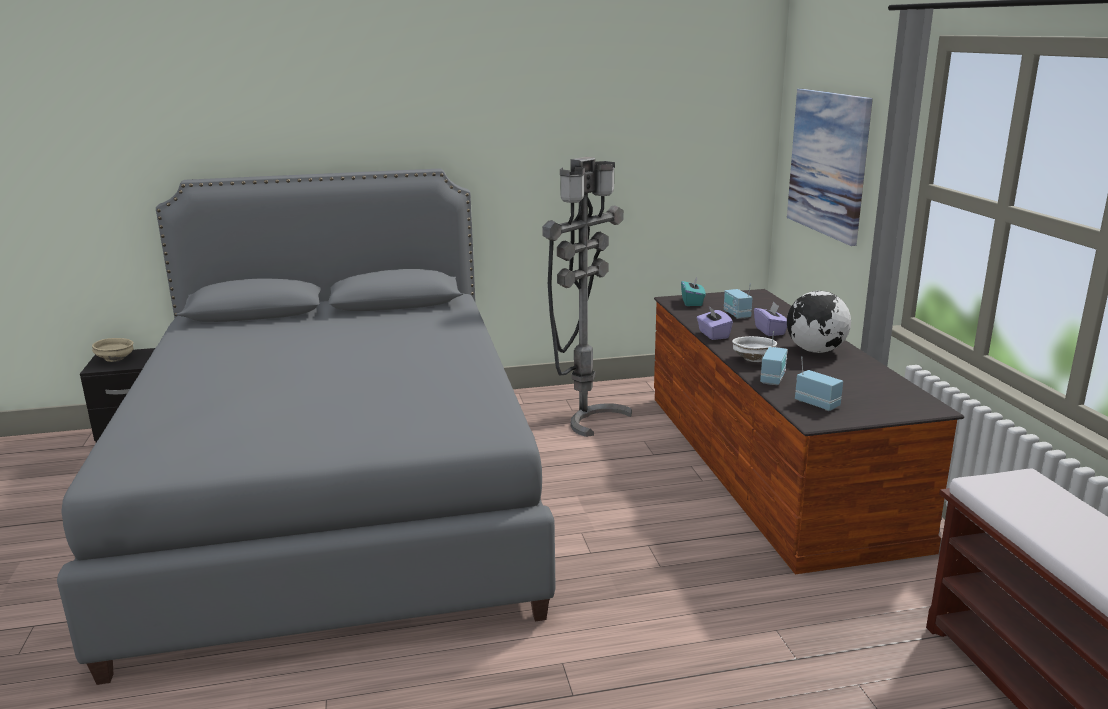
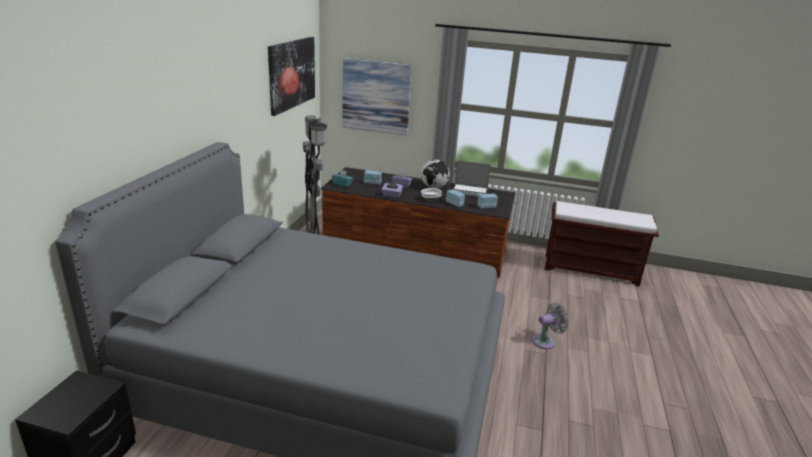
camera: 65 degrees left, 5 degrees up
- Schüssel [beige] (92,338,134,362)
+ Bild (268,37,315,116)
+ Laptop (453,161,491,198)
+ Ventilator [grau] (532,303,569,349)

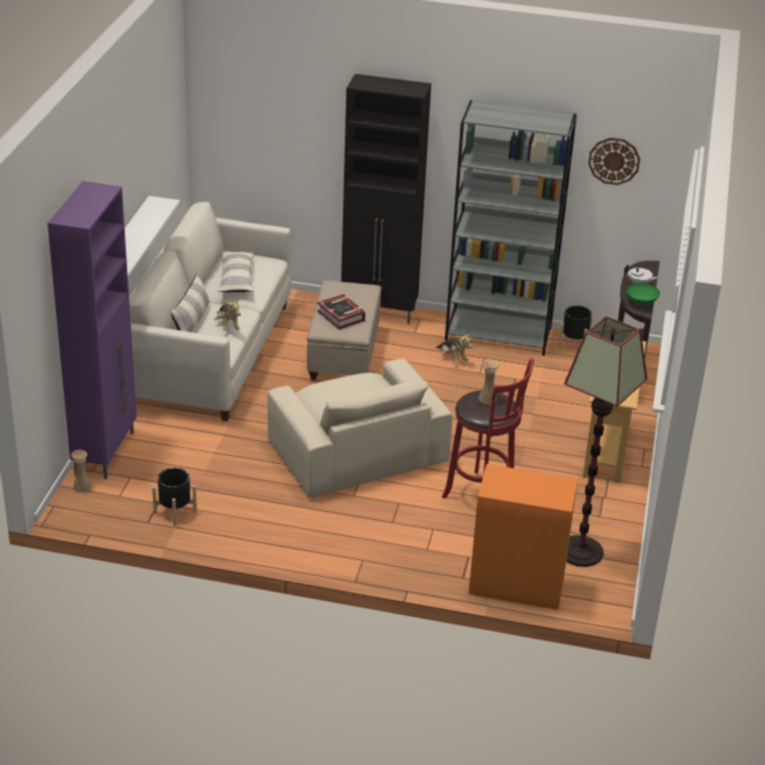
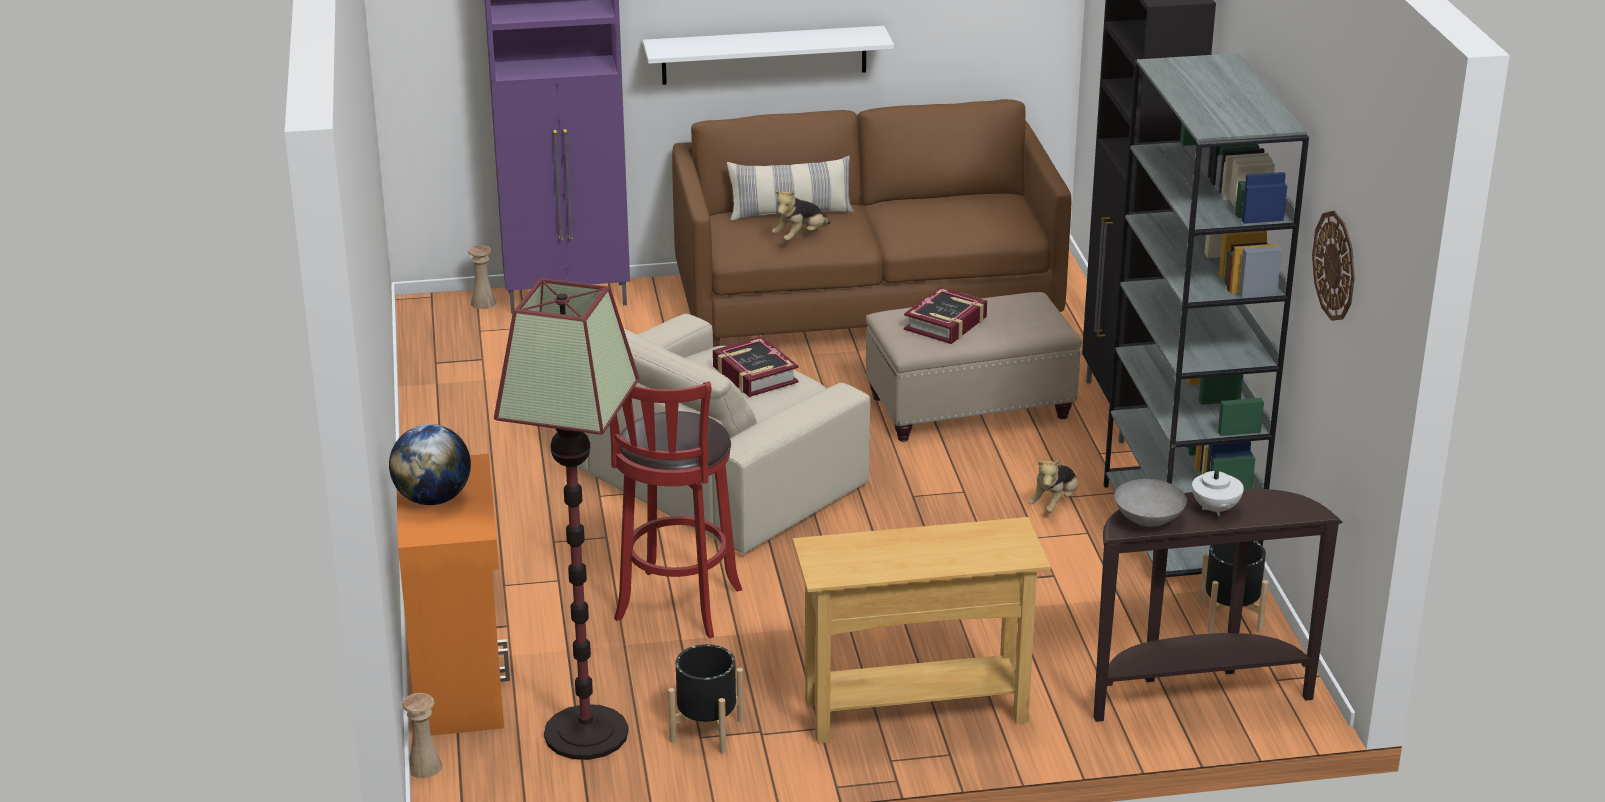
camera: 70 degrees right, 5 degrees down
- Kissen (217,252,254,292)
+ Globus (389,424,471,505)
+ Buch (713,336,798,397)
~ Pflanzkübel [schwarz] (152,468,197,526) to (668,644,744,753)
~ Vase [beige] (479,359,499,404) to (402,693,442,778)
~ Sofa [weiß] (129,202,291,421) to Sofa [braun] (672,99,1072,347)
~ Schüssel [grün] (626,283,660,305) to Schüssel [grau] (1114,479,1187,527)

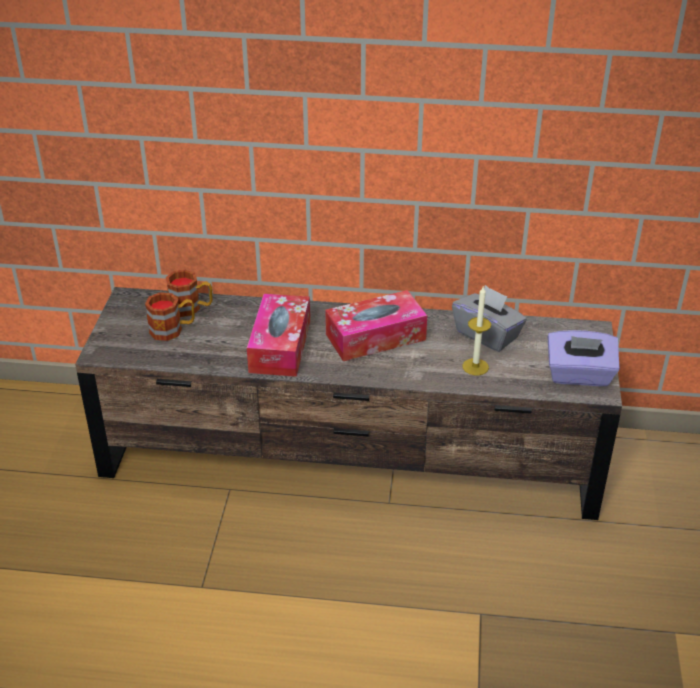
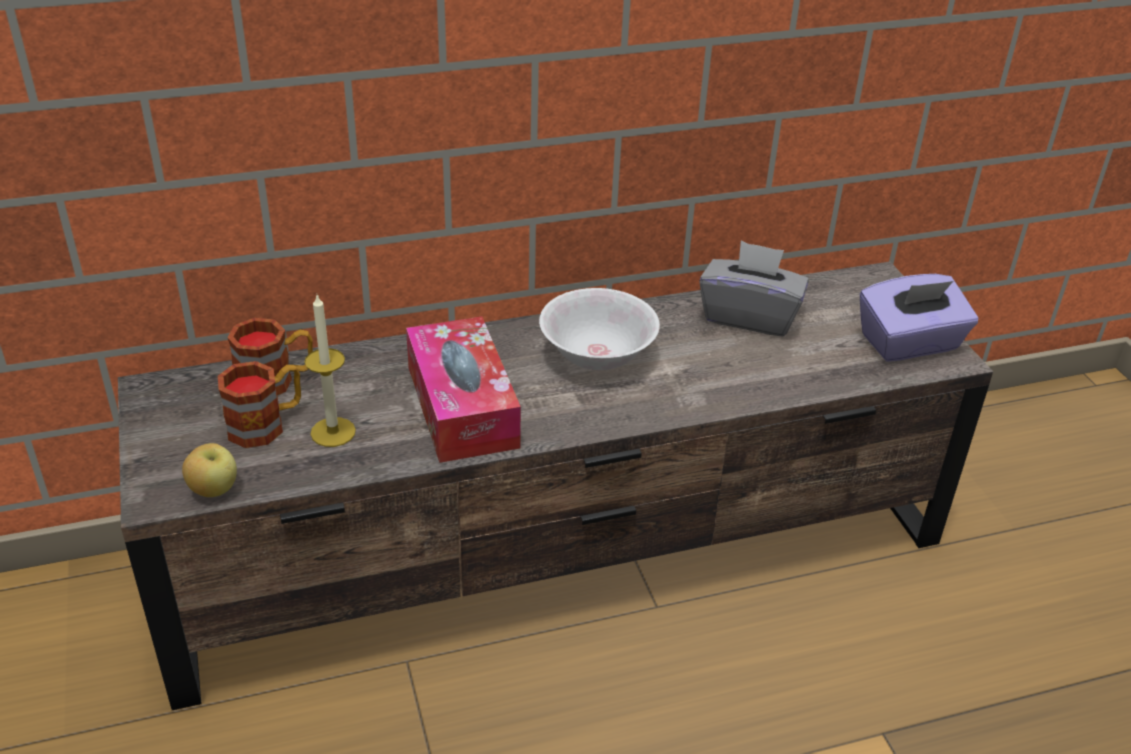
camera: 25 degrees left, 0 degrees up
+ Apfel (182,443,237,497)
~ Kerze (462,287,491,375) to (305,295,356,447)
~ Taschentuchbox (325,290,427,361) to Schüssel [weiß] (539,288,660,370)

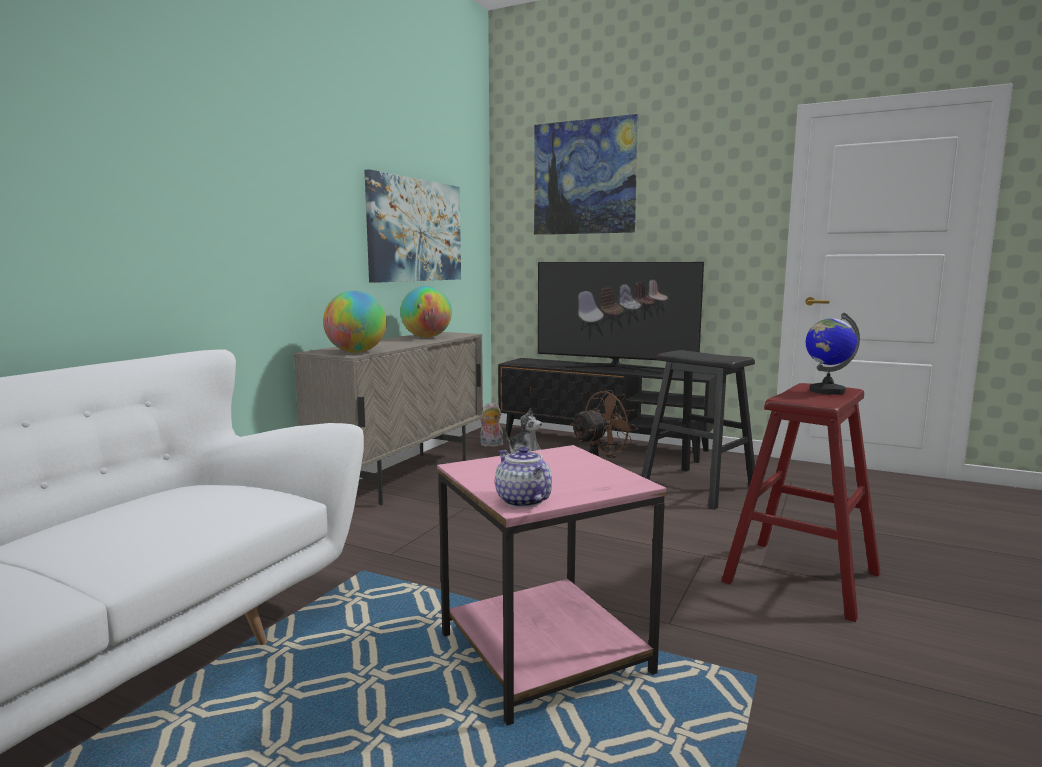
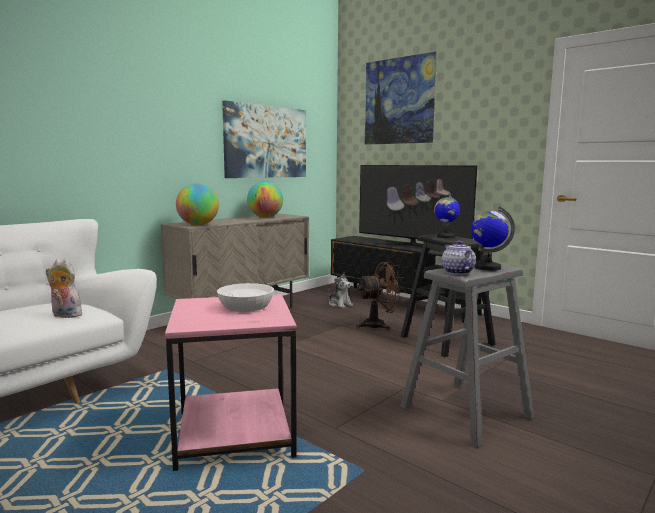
camera: 15 degrees right, 0 degrees up
+ Schüssel [weiß] (217,283,274,312)
+ Globus (434,194,460,238)
~ Plüschtier (480,402,503,447) to (46,259,82,318)
~ Teekanne (495,446,552,508) to (442,240,476,275)
~ Hocker [rot] (721,383,880,622) to Hocker [grau] (400,261,534,448)

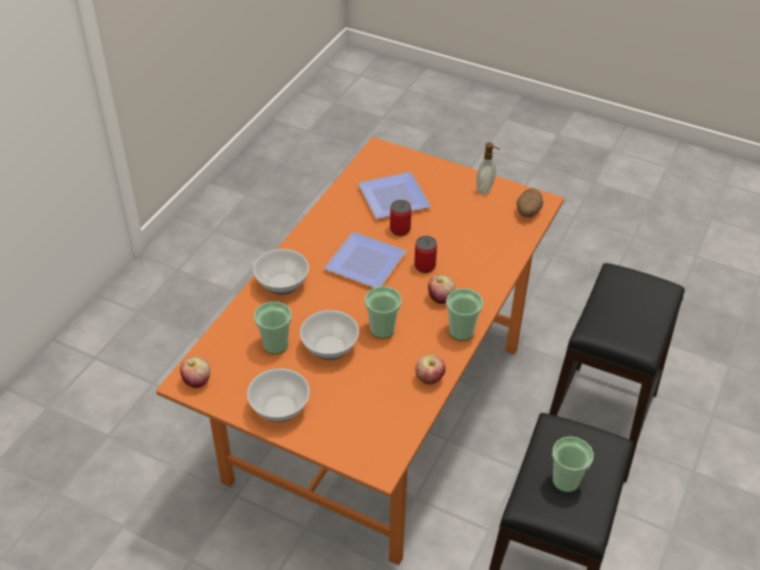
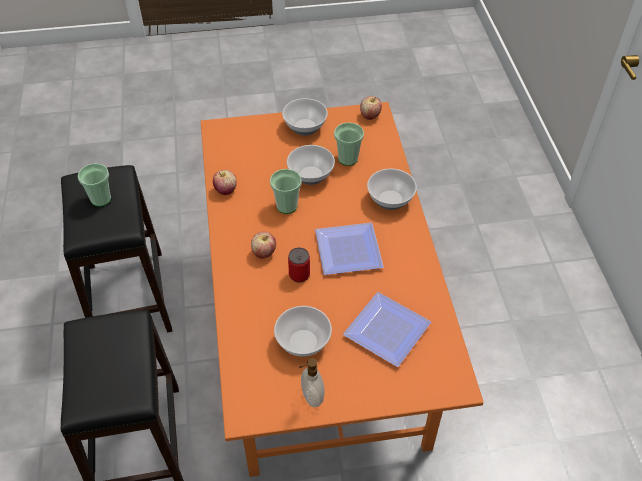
camera: 145 degrees right, 5 degrees up
- Dose (390,200,411,236)
- Tasse (446,289,483,341)
- Kartoffel (516,188,543,218)
+ Schüssel (274,306,332,357)

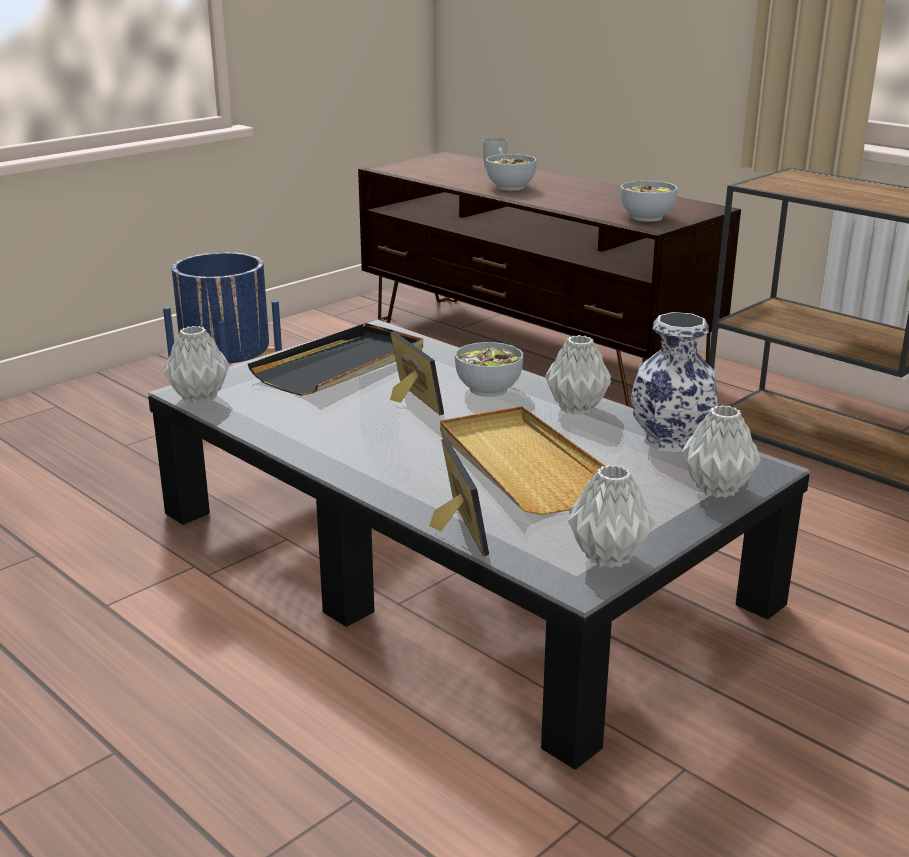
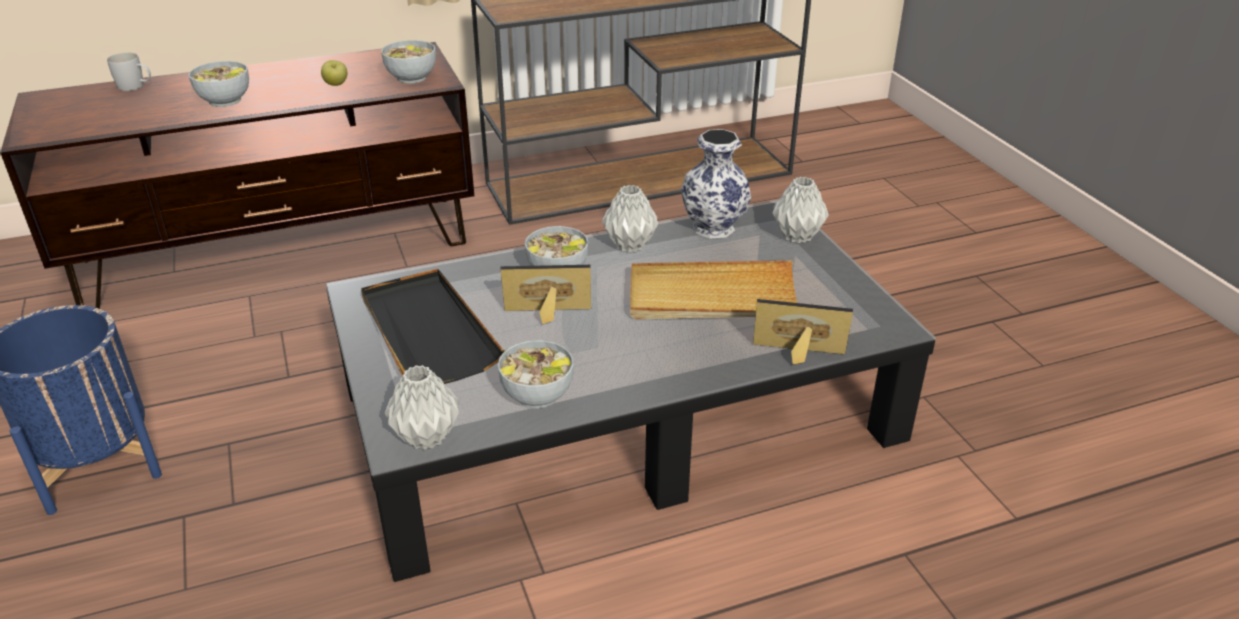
camera: 65 degrees left, 10 degrees up
- Vase [grau] (568,465,655,568)
+ Apfel (321,60,347,86)
+ Schüssel (498,340,574,409)

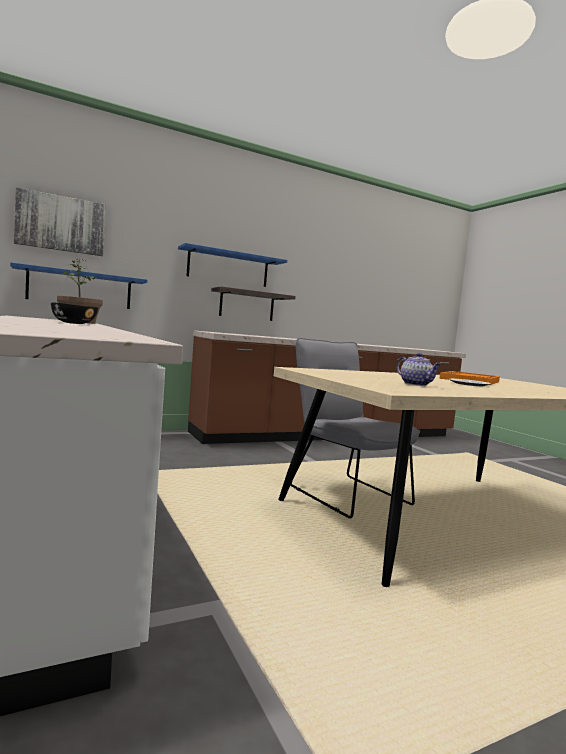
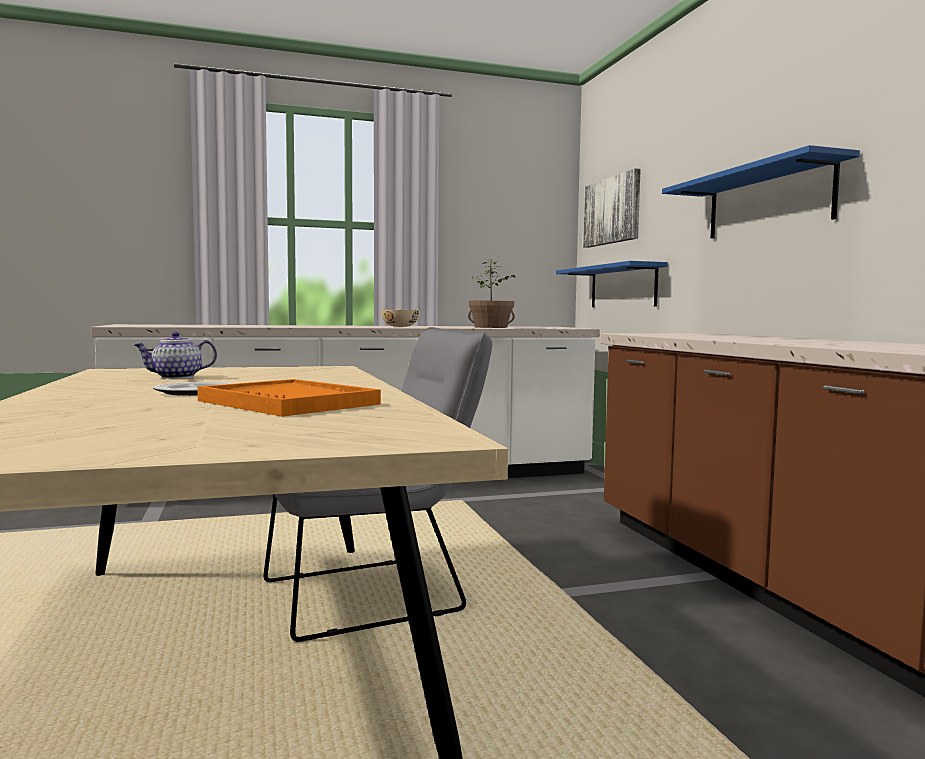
camera: 100 degrees right, 0 degrees up
- Wandregal (211,286,296,321)
~ Schüssel [schwarz] (51,303,98,324) to Schüssel [beige] (380,309,421,327)

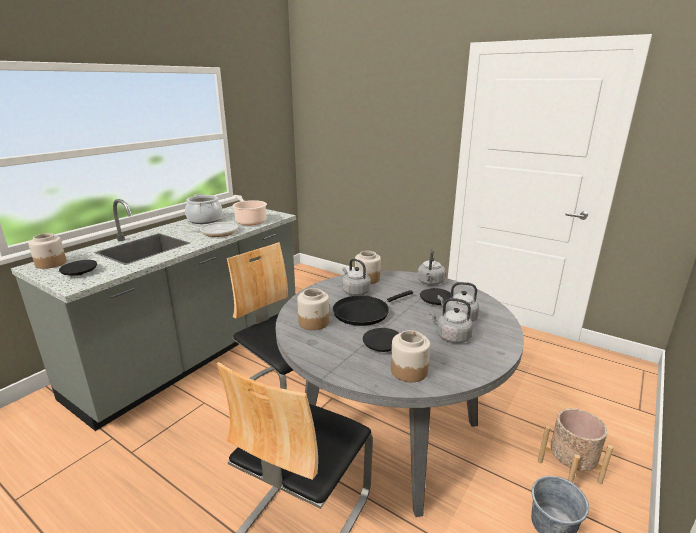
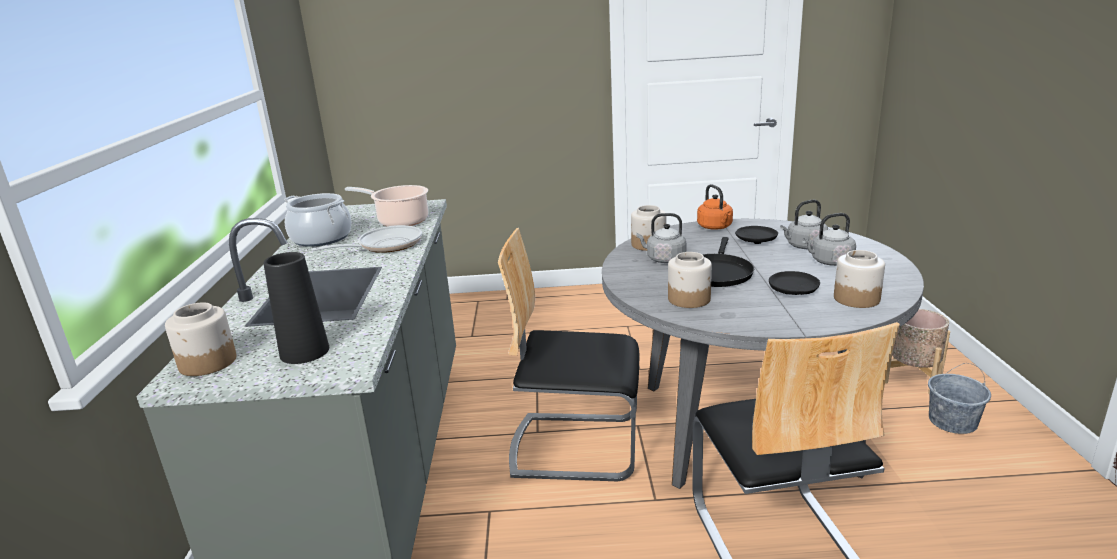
camera: 35 degrees left, 0 degrees up
~ Teller [schwarz] (59,260,97,275) to Vase [schwarz] (263,252,329,364)
~ Wasserkessel [grau] (417,249,445,285) to Wasserkessel [orange] (697,184,733,230)

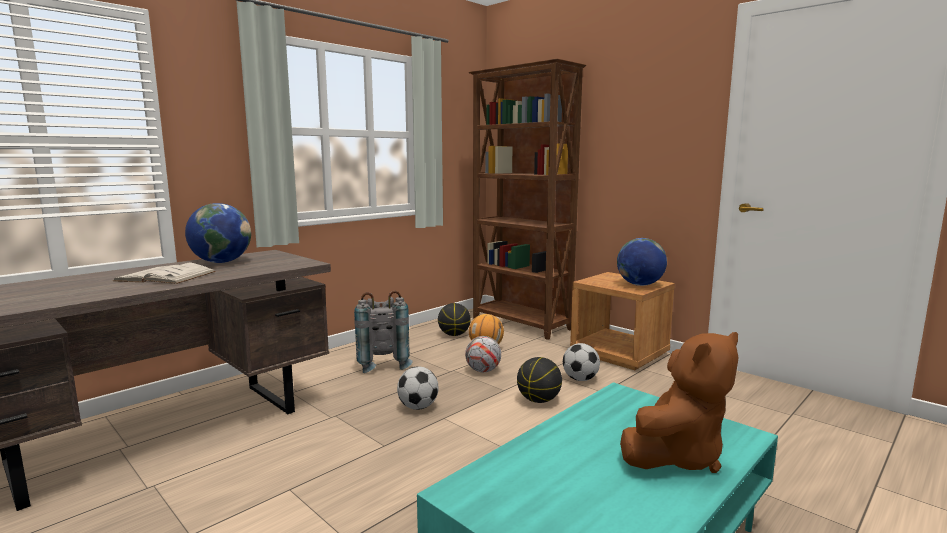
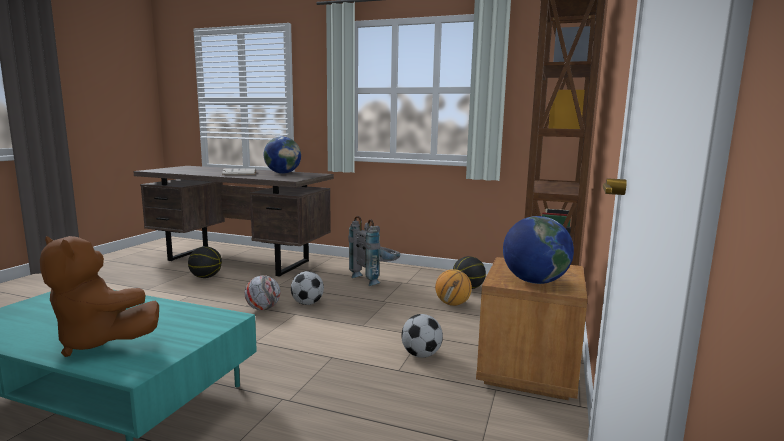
camera: 65 degrees right, 0 degrees up
~ Fußball (465,336,501,372) to (245,275,280,310)
~ Basketball (517,357,562,403) to (188,247,222,278)

